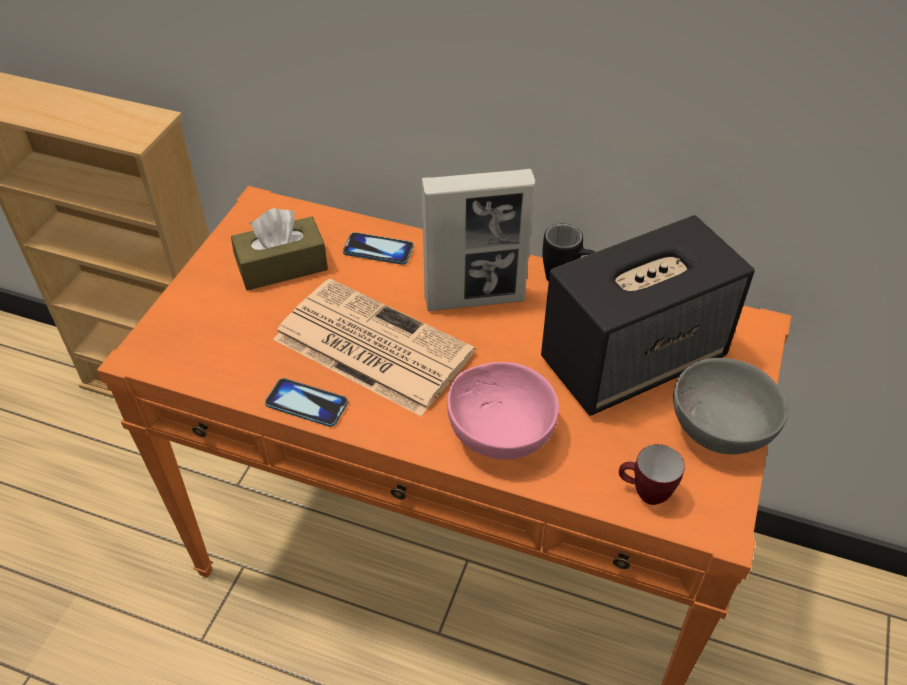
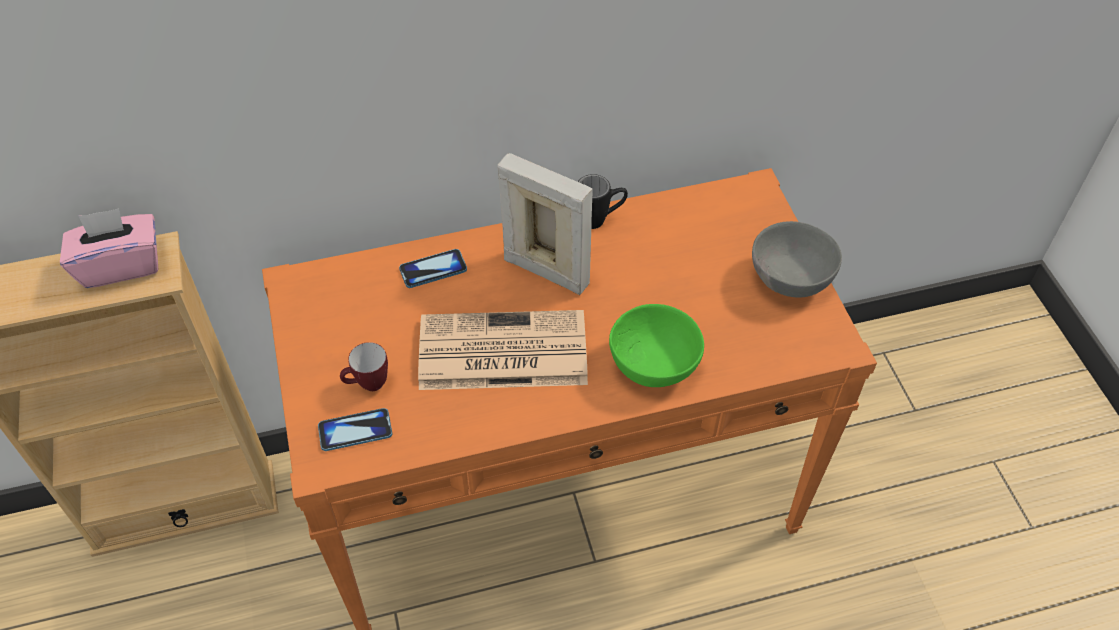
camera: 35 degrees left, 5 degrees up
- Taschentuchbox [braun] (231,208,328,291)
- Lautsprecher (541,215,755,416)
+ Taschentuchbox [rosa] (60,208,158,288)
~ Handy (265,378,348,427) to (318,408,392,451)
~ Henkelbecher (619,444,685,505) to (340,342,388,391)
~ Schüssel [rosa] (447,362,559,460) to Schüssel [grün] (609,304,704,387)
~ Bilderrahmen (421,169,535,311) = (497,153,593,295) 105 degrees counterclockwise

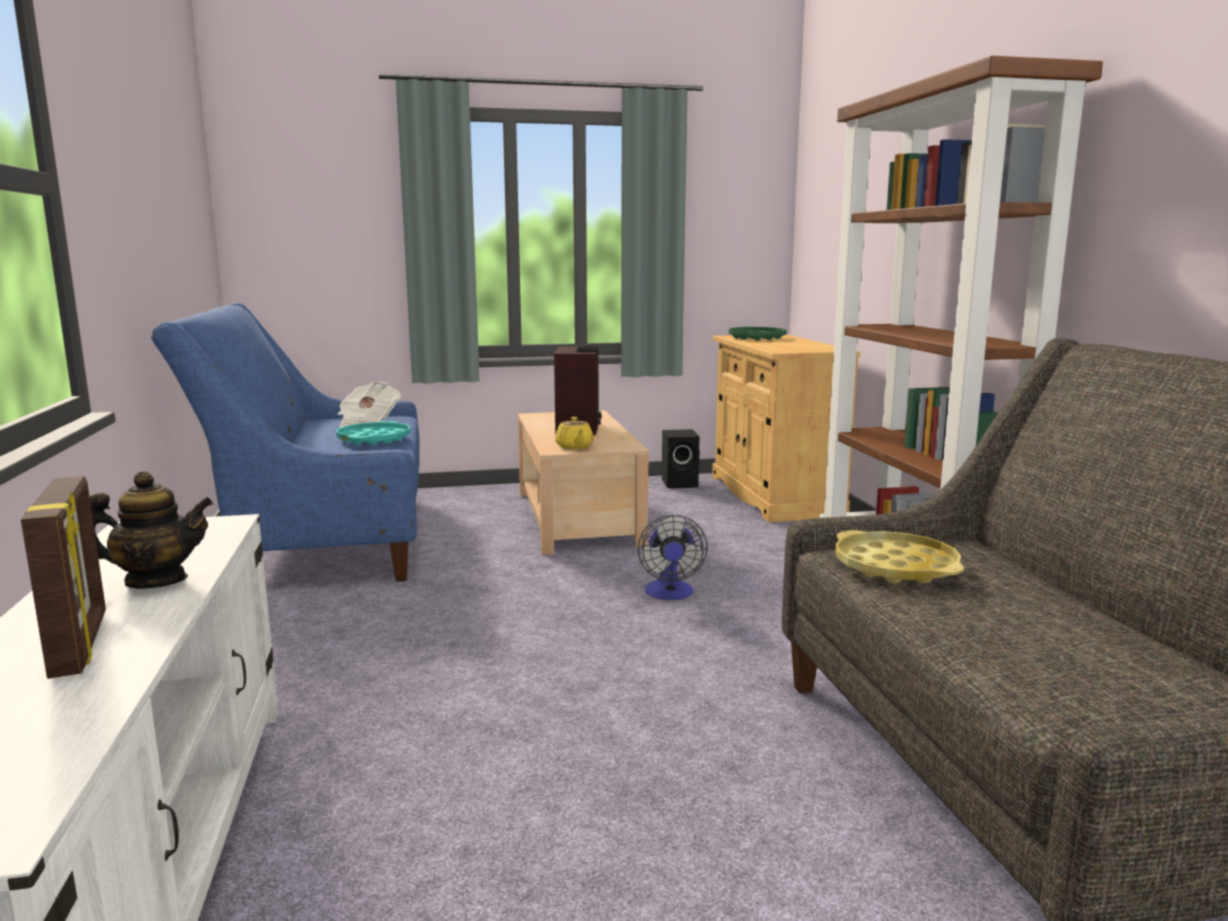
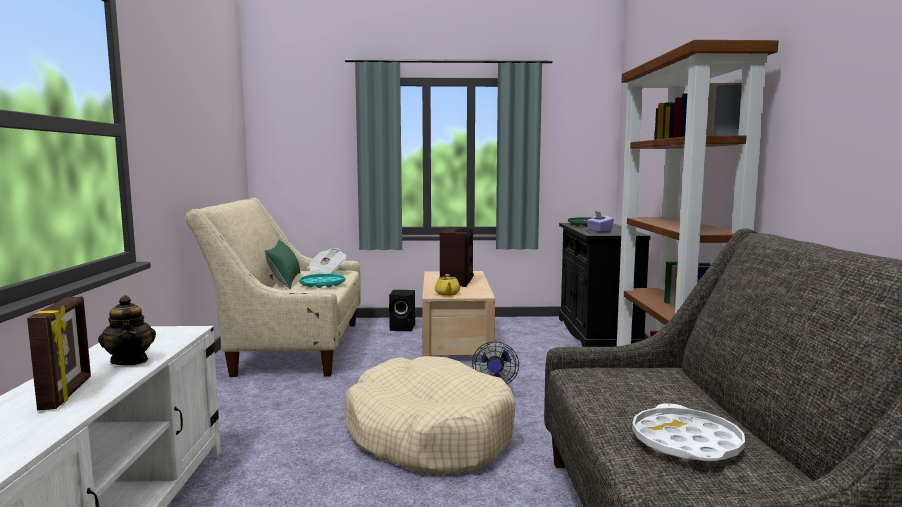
camera: 10 degrees right, 5 degrees down
- Tablett [gelb] (835,530,964,584)
+ Kissen [grün] (265,239,301,289)
+ Hundebett [beige] (345,356,515,476)
+ Taschentuchbox [lila] (586,211,614,232)
+ Tablett [weiß] (632,404,745,461)
~ Lautsprecher [schwarz] (662,429,700,488) to (389,290,415,331)
~ Sofa [blau] (151,303,420,582) to Sofa [beige] (185,198,361,377)
~ Schrank [beige] (712,334,860,522) to Schrank [schwarz] (559,223,651,347)
~ Teekanne (89,471,213,589) = (98,295,156,366) 60 degrees clockwise

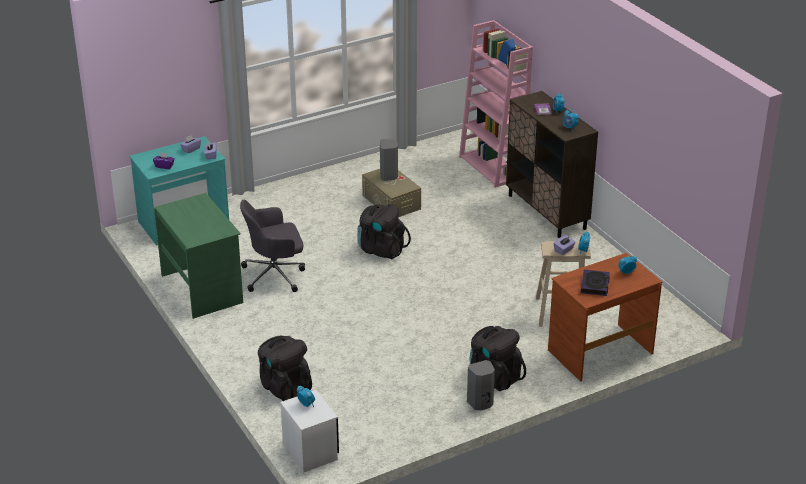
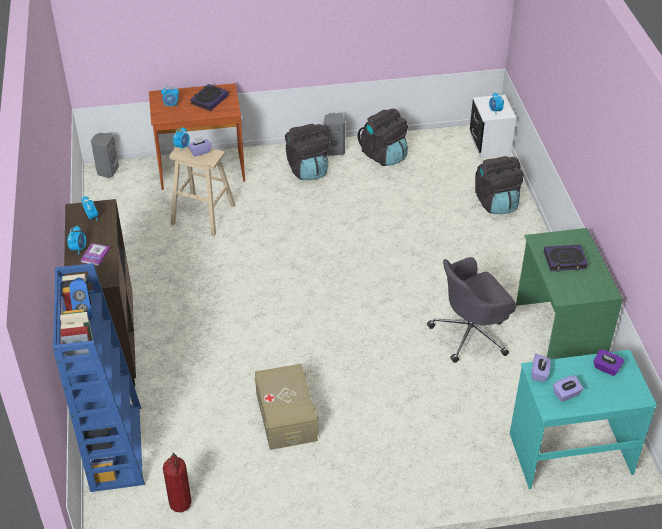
camera: 160 degrees left, 10 degrees up
+ Feuerlöscher (163,452,191,512)
+ Buch (544,244,588,272)
~ Rucksack [schwarz] (357,204,411,259) to (358,109,408,166)
~ Lautsprecher [grau] (380,139,398,181) to (91,133,119,178)
~ Bücherregal [rosa] (459,20,533,188) to Bücherregal [blau] (53,263,145,492)
~ Bürostuhl [grau] (240,200,305,292) = (427,257,516,363) 150 degrees clockwise

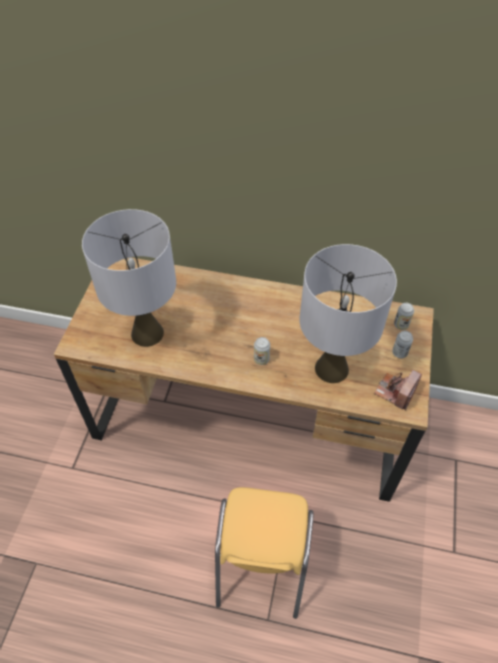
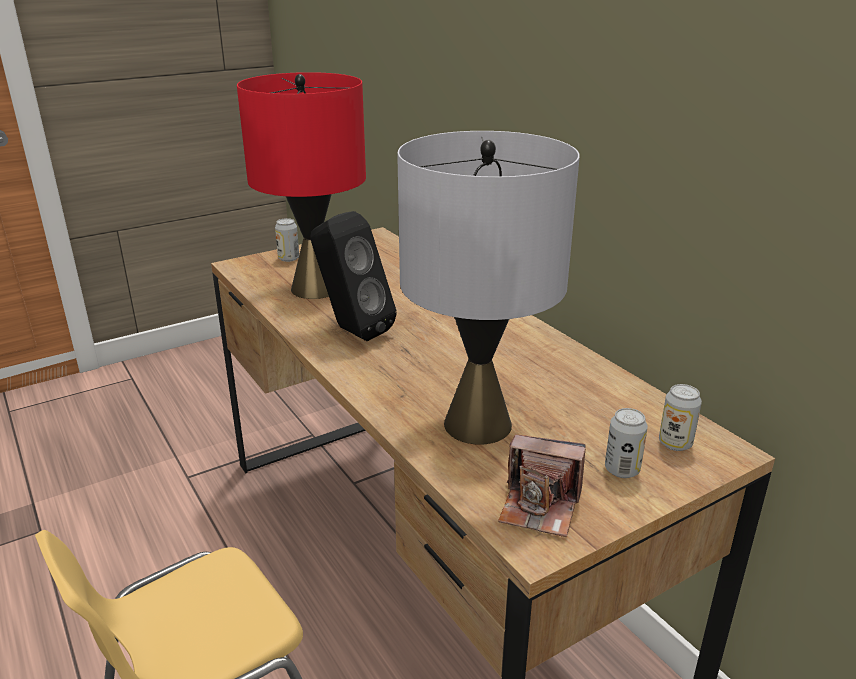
camera: 45 degrees right, 25 degrees down
+ Lautsprecher [schwarz] (310,211,397,341)
~ Dose (254,337,270,365) to (275,218,299,262)
~ Tischlampe [grau] (82,209,176,347) to Tischlampe [rot] (237,72,366,299)
~ Kamera (374,370,422,411) = (498,435,586,537) 150 degrees counterclockwise

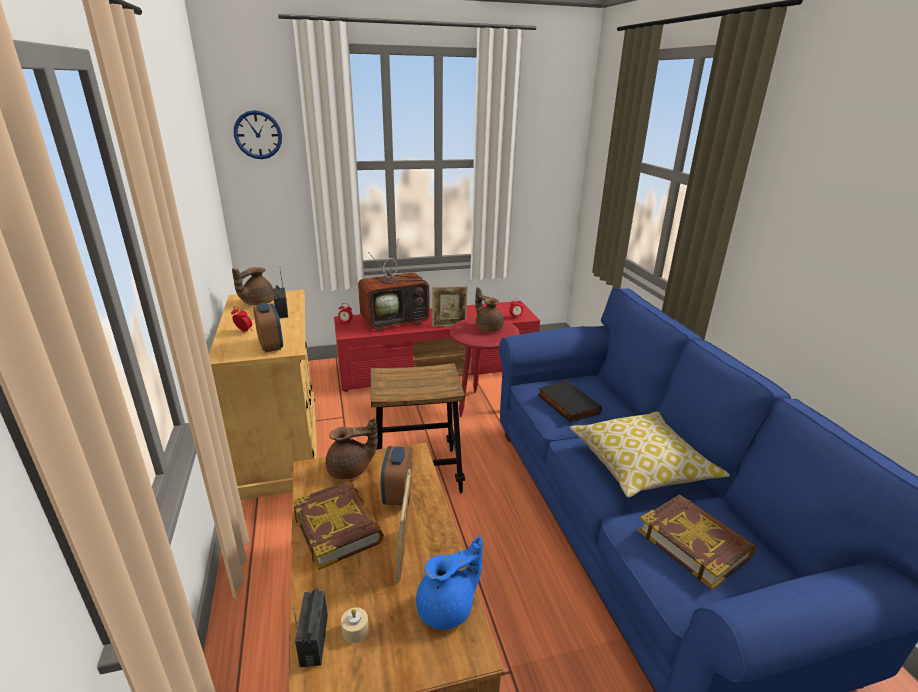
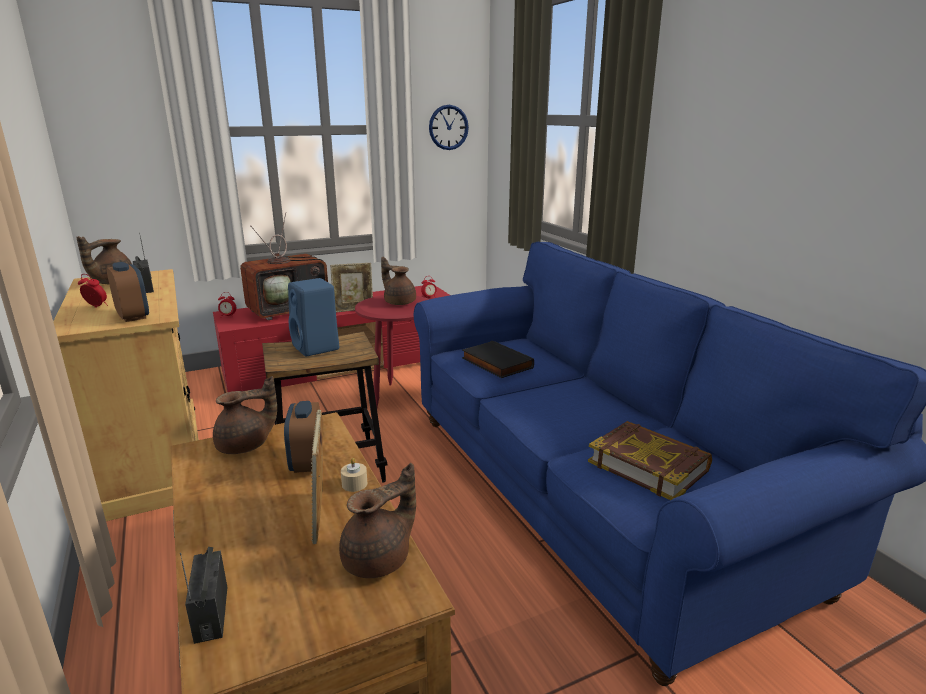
camera: 10 degrees left, 5 degrees down
- Buch (292,481,384,570)
- Kissen (569,411,730,498)
+ Lautsprecher [blau] (288,278,339,356)
~ Wanduhr (234,110,282,159) to (429,105,469,150)
~ Kerze [beige] (341,607,369,643) to (341,458,368,492)
~ Teekanne [blau] (416,536,483,630) to Teekanne [braun] (339,463,416,578)

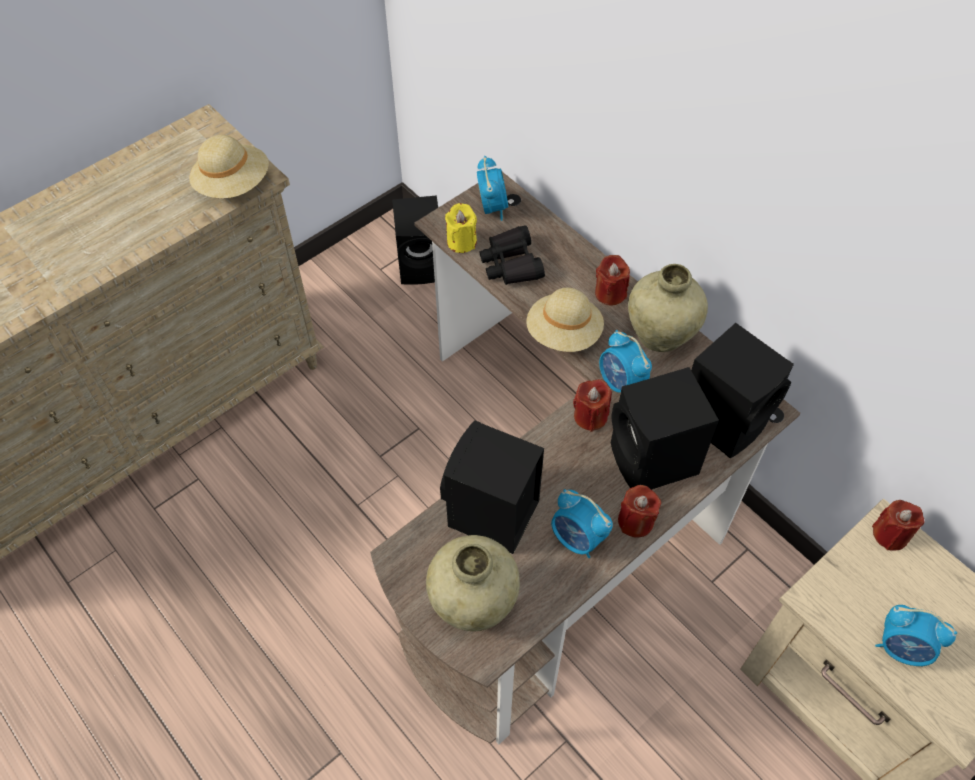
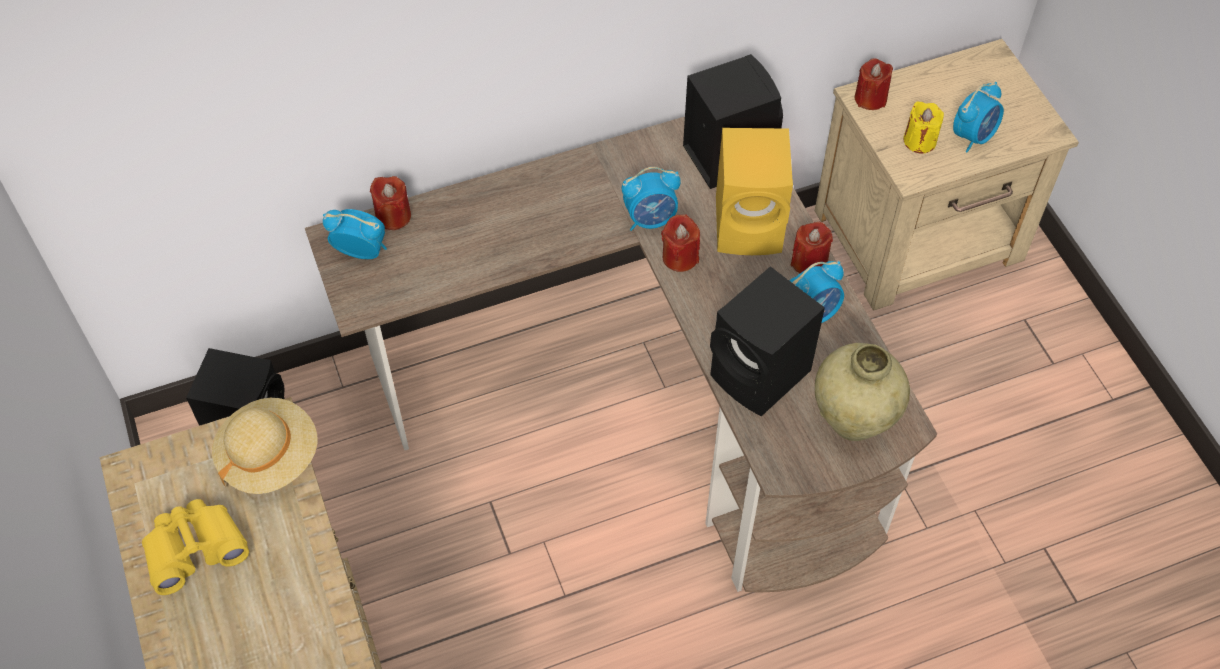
camera: 70 degrees left, 0 degrees up
- Fernglas [schwarz] (480,225,545,285)
- Hut [beige] (526,288,604,352)
- Vase [beige] (628,264,708,352)
+ Fernglas [gelb] (142,499,249,595)
~ Kerze [gelb] (445,203,477,253) to (903,101,944,154)
~ Kerze [rot] (595,255,630,305) to (370,176,411,230)
~ Lautsprecher [schwarz] (611,367,719,490) to Lautsprecher [gelb] (716,128,793,255)

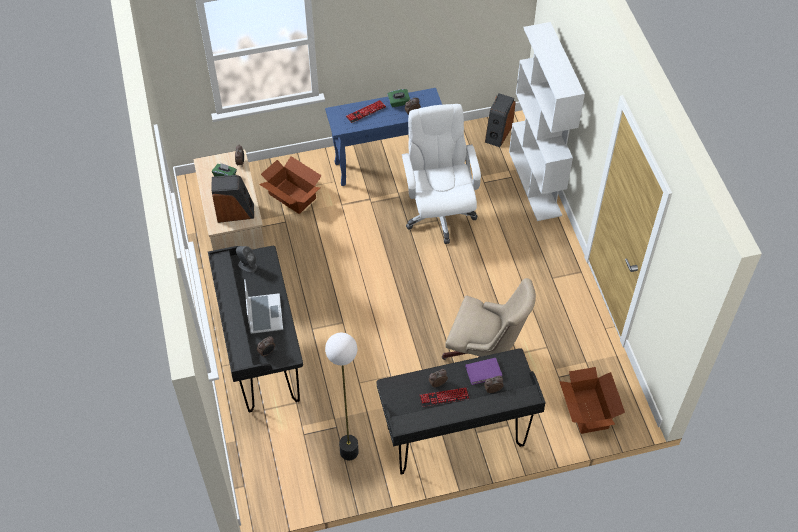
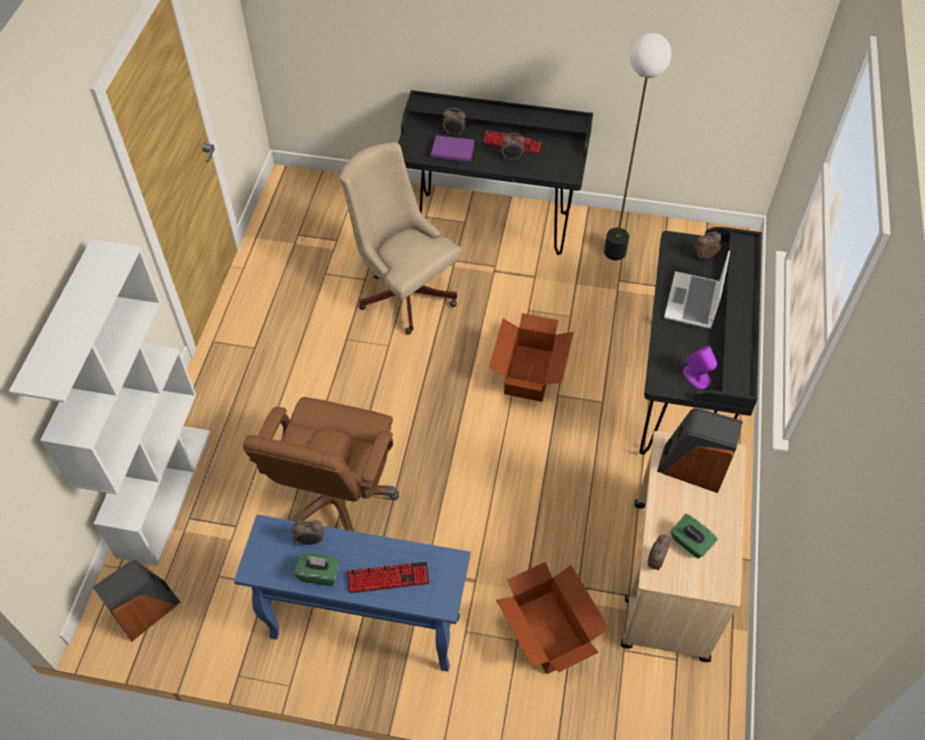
camera: 155 degrees left, 0 degrees up
~ Karton (559,367,625,434) to (489,313,573,402)
~ Lautsprecher [grau] (236,246,257,273) to Lautsprecher [lila] (683,346,717,389)
~ Bürostuhl [weiß] (402,104,481,244) to Bürostuhl [braun] (243,397,399,531)

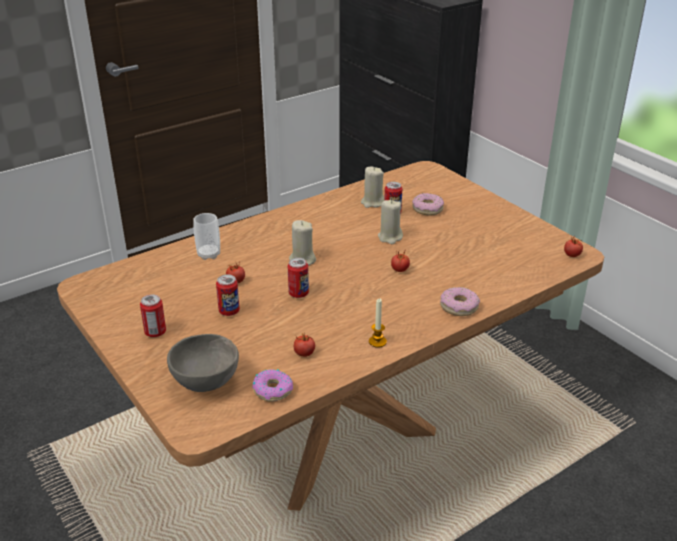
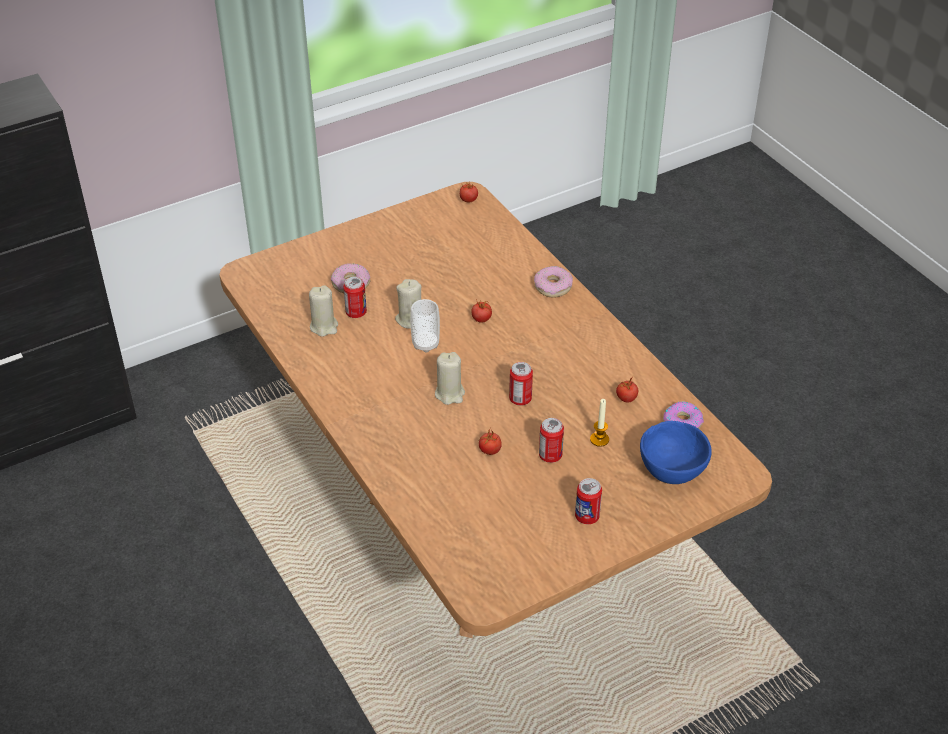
camera: 85 degrees left, 10 degrees up
~ Tasse (193,213,220,260) to (410,299,440,352)
~ Kerze (369,299,387,348) to (590,399,609,447)
~ Schüssel [grau] (167,334,239,392) to Schüssel [blau] (640,421,712,484)

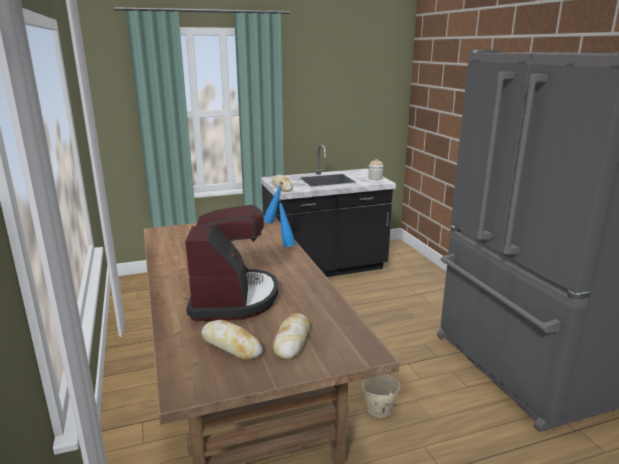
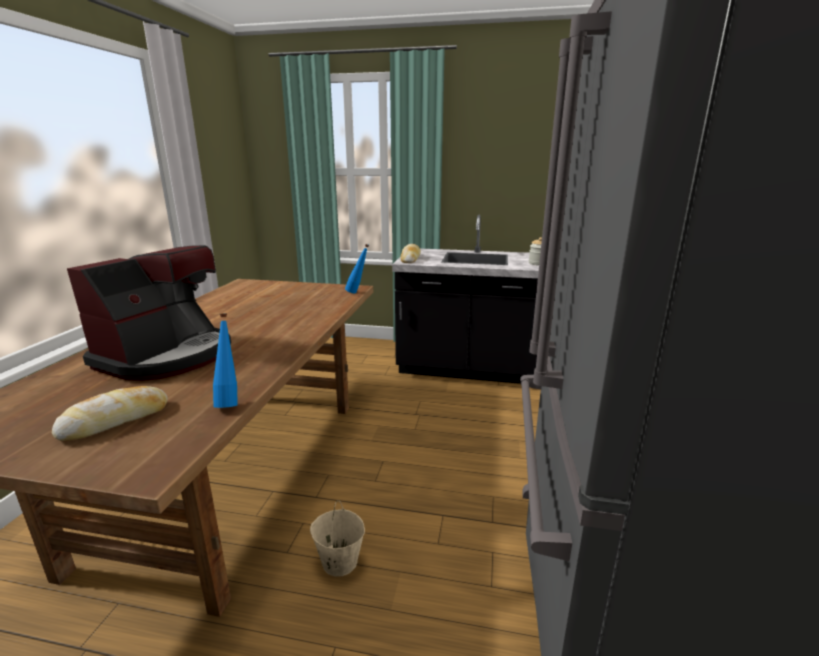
camera: 30 degrees right, 0 degrees up
- Brot (201,320,262,360)
~ Flasche [blau] (278,199,295,247) to (213,314,238,408)

